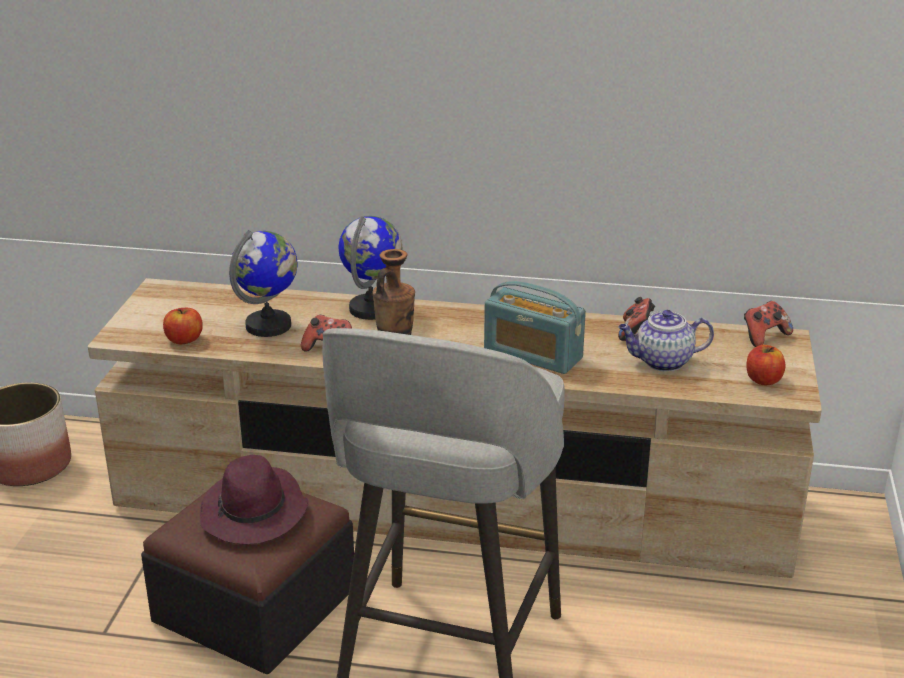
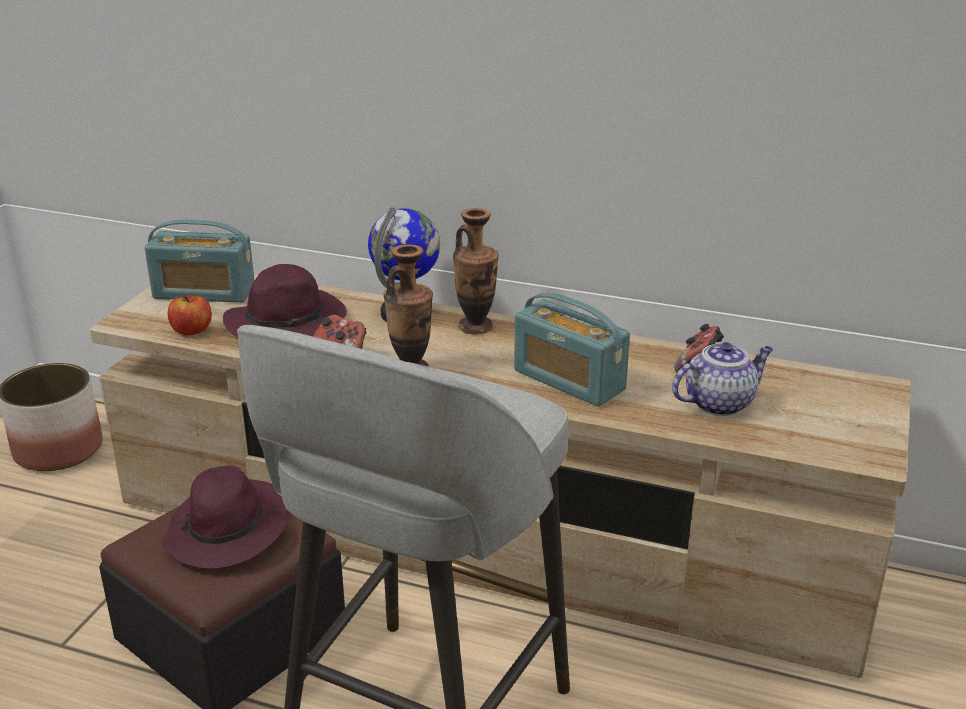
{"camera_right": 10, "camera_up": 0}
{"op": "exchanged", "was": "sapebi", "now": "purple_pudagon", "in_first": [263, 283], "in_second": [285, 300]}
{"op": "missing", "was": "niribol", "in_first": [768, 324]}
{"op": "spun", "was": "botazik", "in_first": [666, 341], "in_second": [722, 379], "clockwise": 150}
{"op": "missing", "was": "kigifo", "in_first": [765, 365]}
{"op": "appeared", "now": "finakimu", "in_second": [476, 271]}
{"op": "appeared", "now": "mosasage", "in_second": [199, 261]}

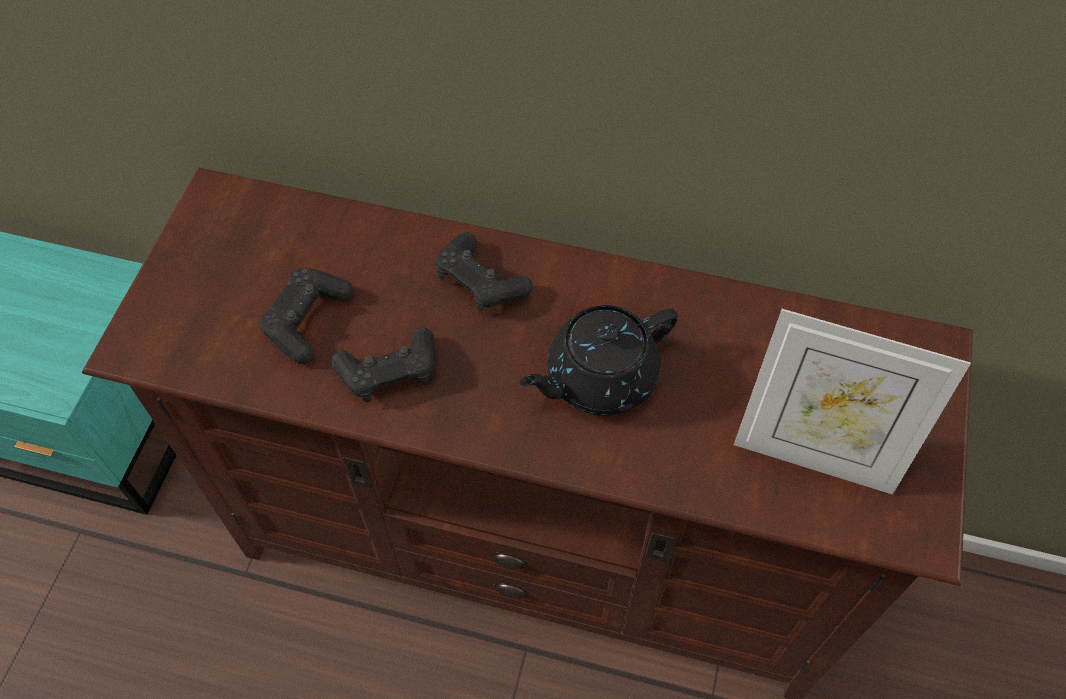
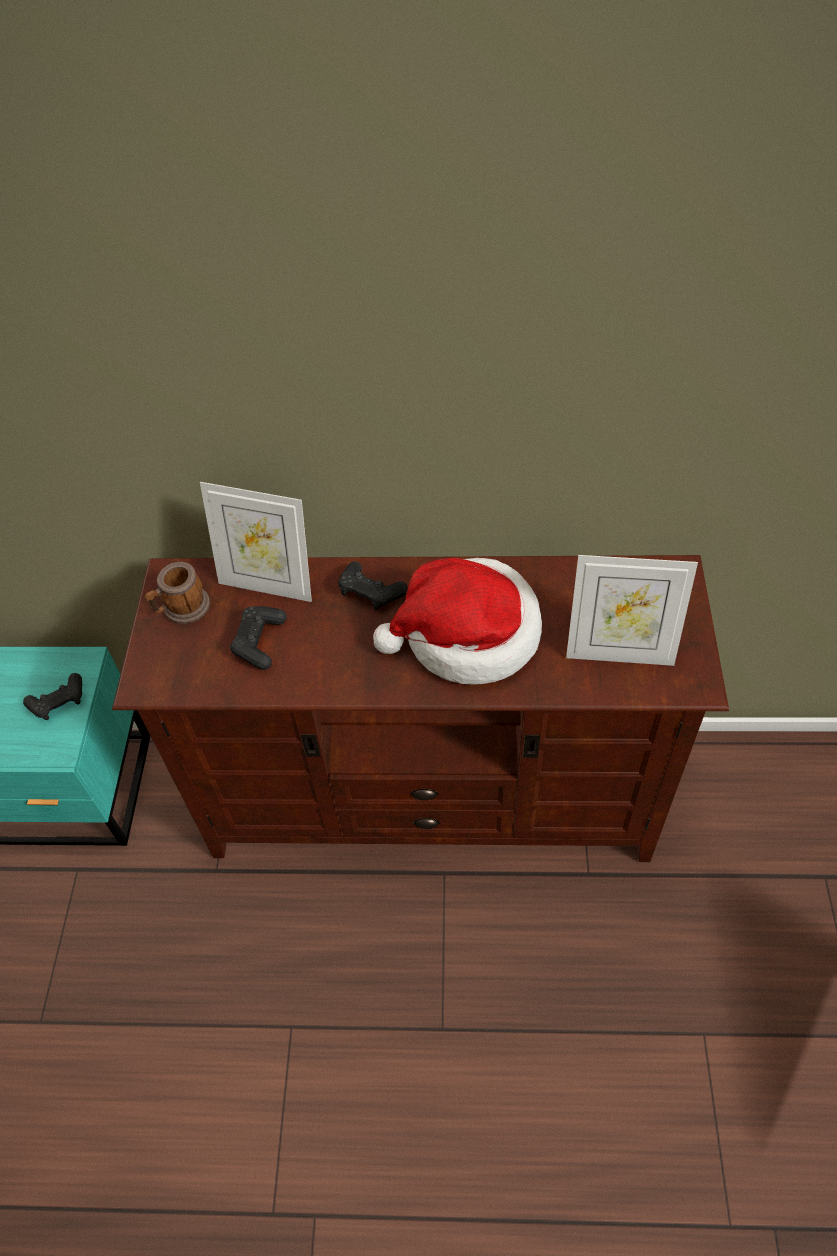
{"camera_right": -10, "camera_up": -5}
{"op": "exchanged", "was": "black_botazik", "now": "pudagon", "in_first": [598, 360], "in_second": [457, 621]}
{"op": "relocated", "was": "black_niribol", "in_first": [383, 364], "in_second": [52, 696]}
{"op": "appeared", "now": "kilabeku", "in_second": [256, 542]}
{"op": "appeared", "now": "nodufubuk", "in_second": [177, 593]}

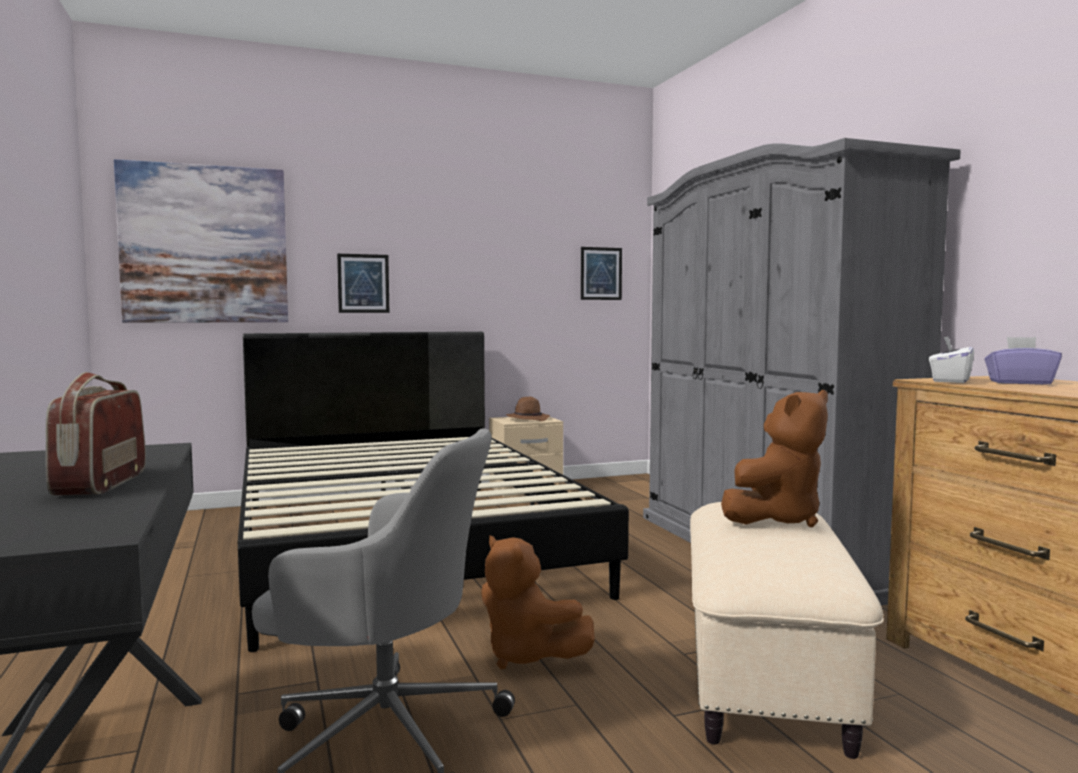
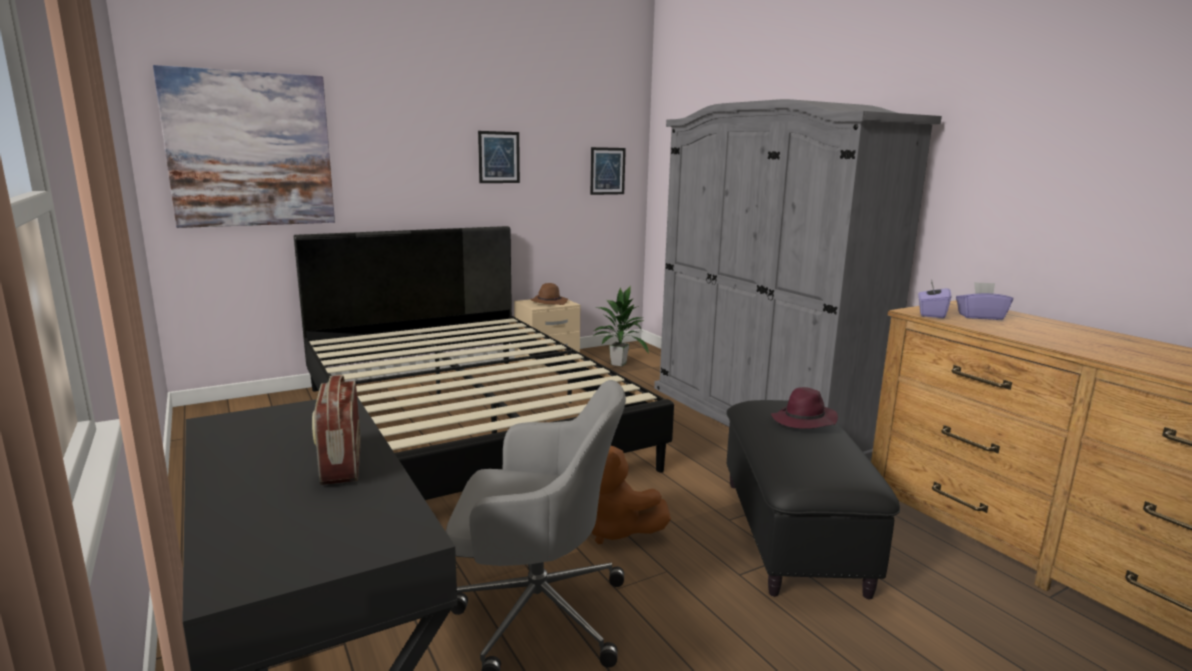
{"camera_right": -10, "camera_up": 10}
{"op": "relocated", "was": "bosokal", "in_first": [363, 283], "in_second": [499, 157]}
{"op": "colour", "was": "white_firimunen", "now": "purple_firimunen", "in_first": [951, 359], "in_second": [934, 299]}
{"op": "exchanged", "was": "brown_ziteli", "now": "purple_pudagon", "in_first": [774, 458], "in_second": [804, 408]}
{"op": "colour", "was": "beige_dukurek", "now": "black_dukurek", "in_first": [787, 630], "in_second": [813, 499]}
{"op": "appeared", "now": "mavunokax", "in_second": [621, 326]}

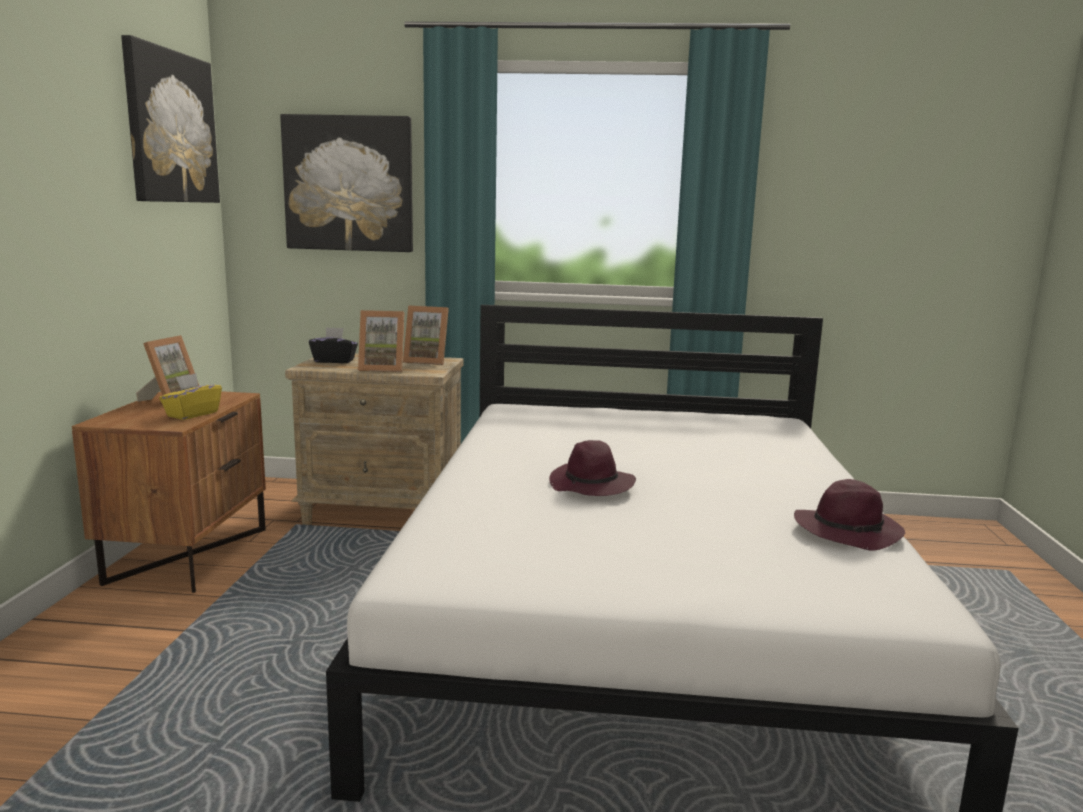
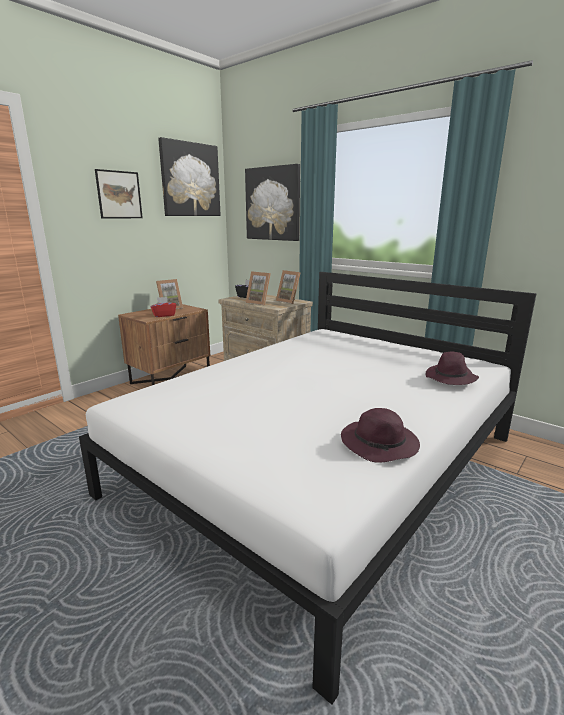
{"camera_right": 35, "camera_up": 5}
{"op": "colour", "was": "yellow_firimunen", "now": "red_firimunen", "in_first": [190, 396], "in_second": [163, 307]}
{"op": "relocated", "was": "purple_pudagon", "in_first": [592, 468], "in_second": [452, 368]}
{"op": "appeared", "now": "bosokal", "in_second": [119, 194]}

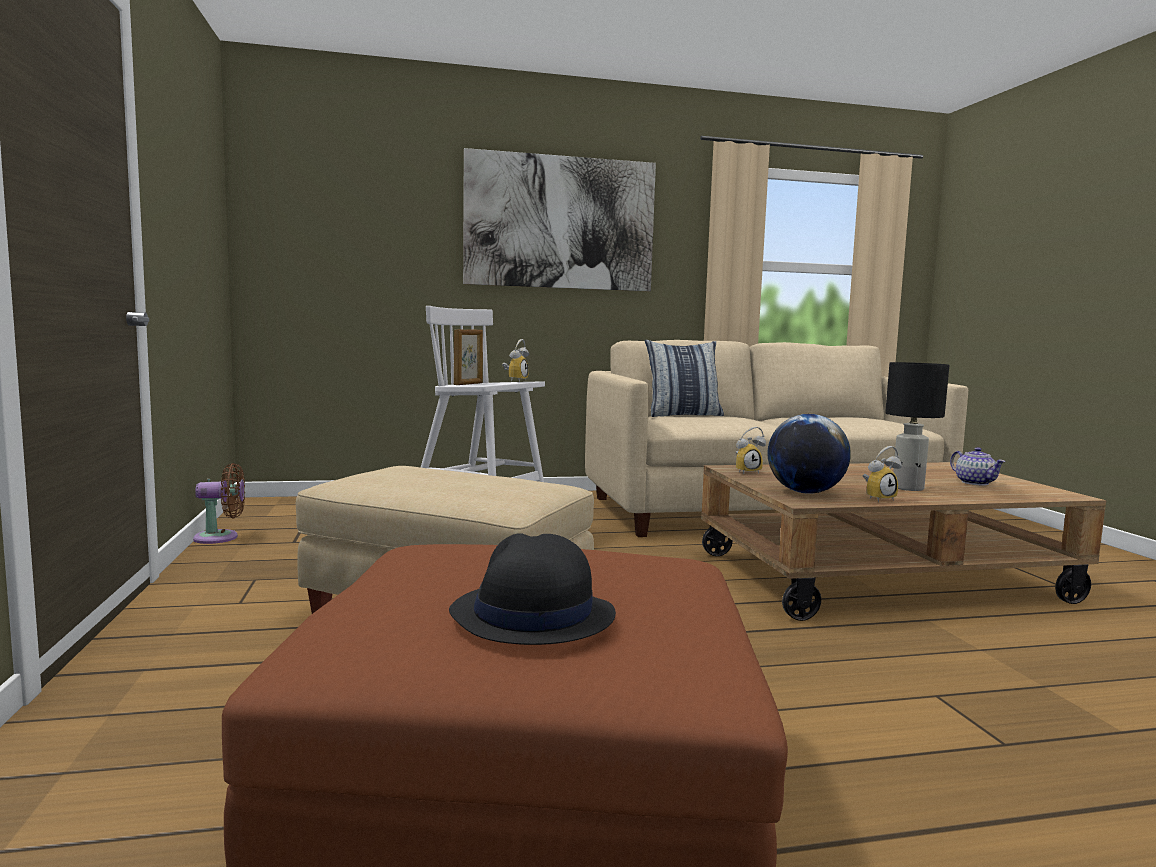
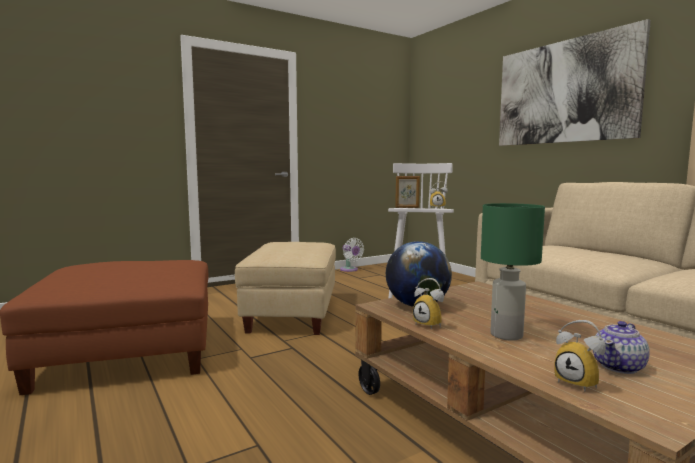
{"camera_right": 70, "camera_up": 0}
{"op": "missing", "was": "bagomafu", "in_first": [684, 378]}
{"op": "colour", "was": "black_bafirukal", "now": "green_bafirukal", "in_first": [917, 426], "in_second": [513, 271]}
{"op": "relocated", "was": "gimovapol", "in_first": [750, 450], "in_second": [580, 356]}
{"op": "colour", "was": "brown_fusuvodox", "now": "white_fusuvodox", "in_first": [219, 503], "in_second": [352, 255]}
{"op": "missing", "was": "black_pudagon", "in_first": [532, 589]}

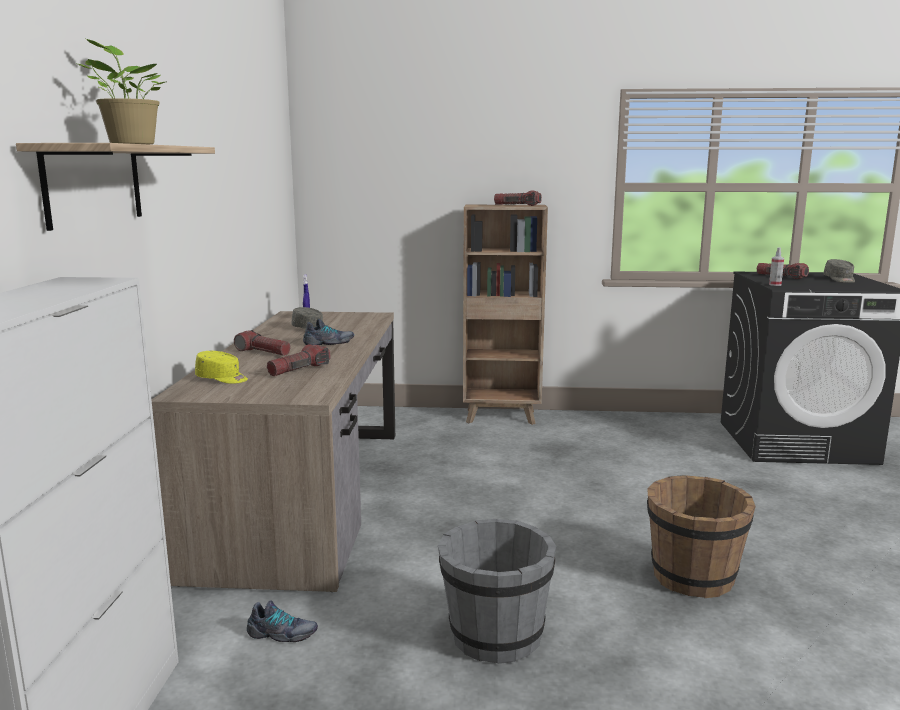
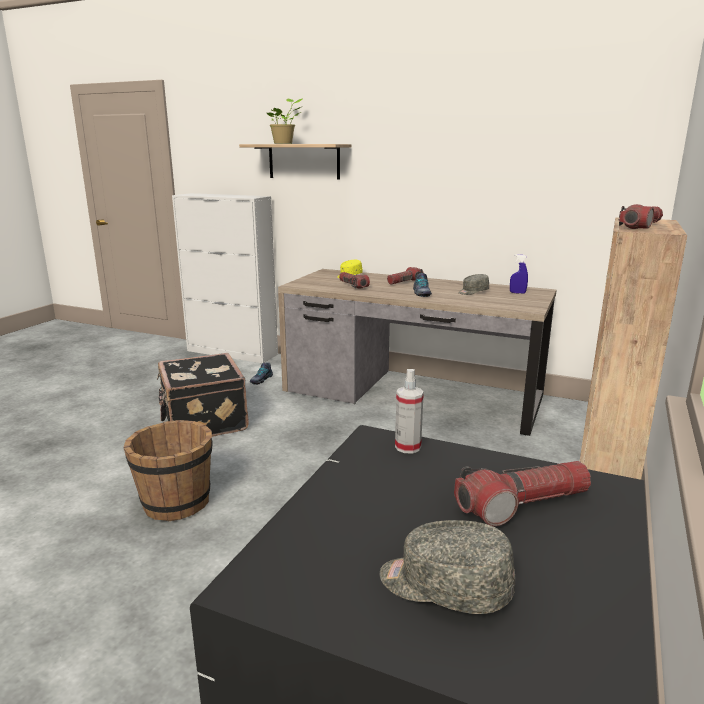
{"camera_right": 110, "camera_up": 5}
{"op": "exchanged", "was": "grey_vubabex", "now": "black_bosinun", "in_first": [497, 591], "in_second": [202, 395]}

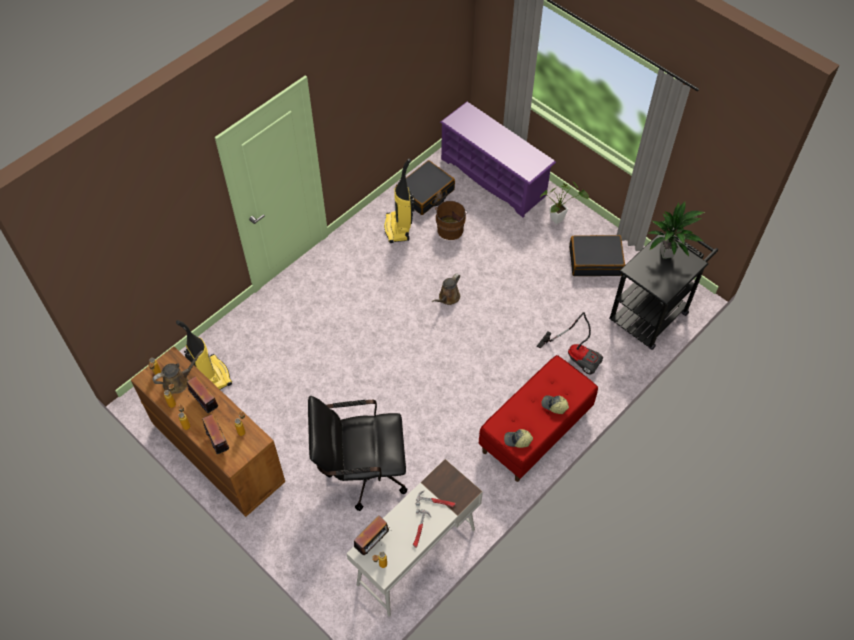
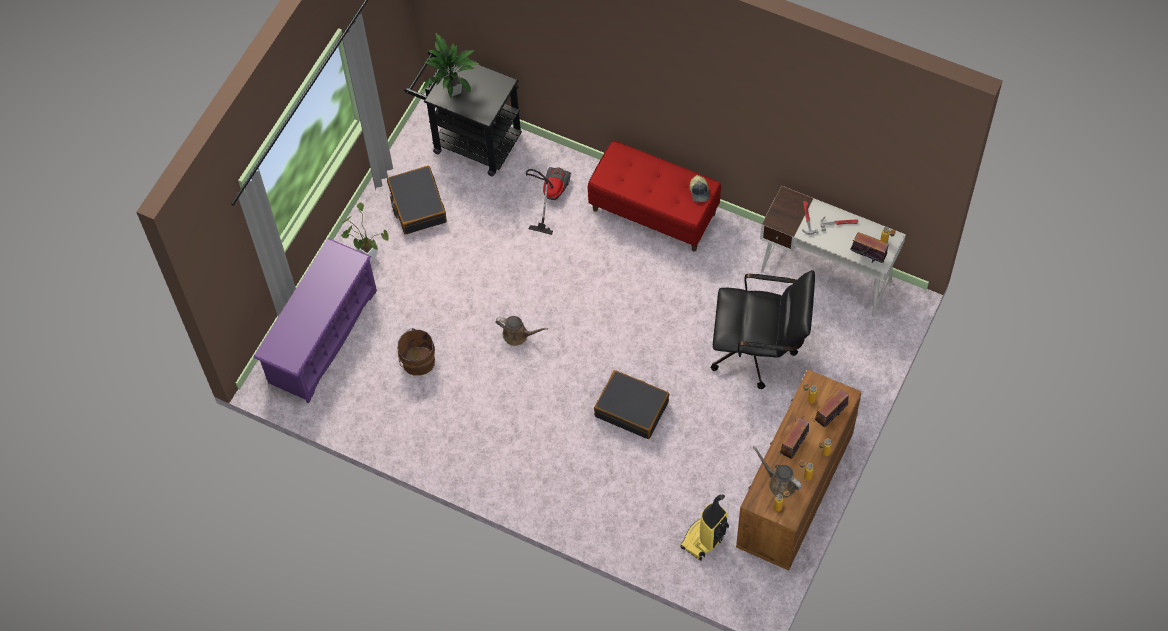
{"camera_right": -105, "camera_up": 5}
{"op": "missing", "was": "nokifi", "in_first": [399, 201]}
{"op": "relocated", "was": "black_bosinun", "in_first": [425, 187], "in_second": [632, 404]}
{"op": "missing", "was": "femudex", "in_first": [555, 404]}
{"op": "spun", "was": "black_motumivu", "in_first": [358, 453], "in_second": [762, 329], "clockwise": -60}

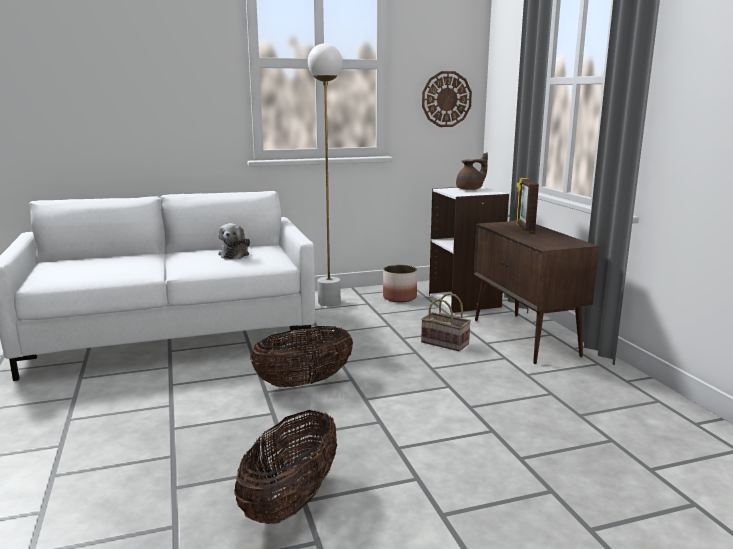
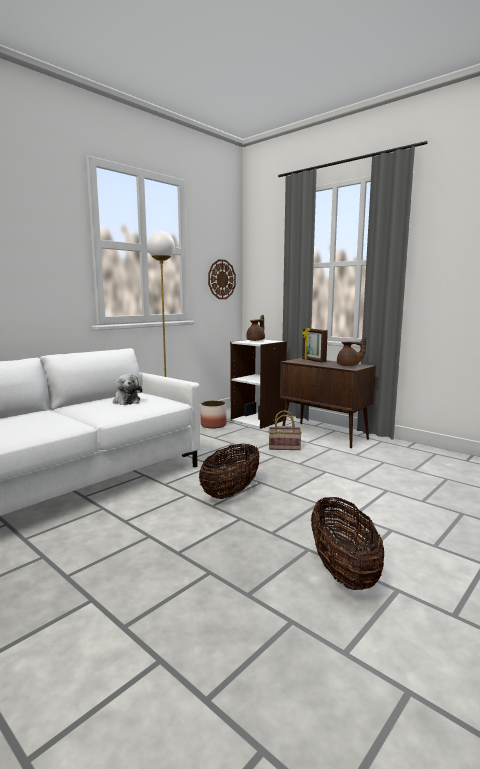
{"camera_right": -30, "camera_up": -5}
{"op": "appeared", "now": "brown_botazik", "in_second": [351, 351]}

